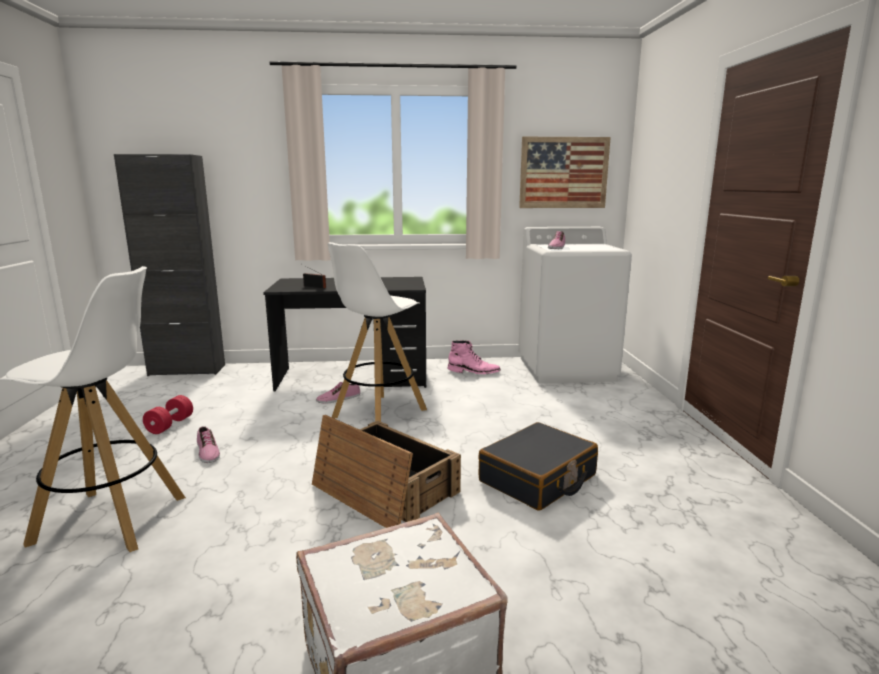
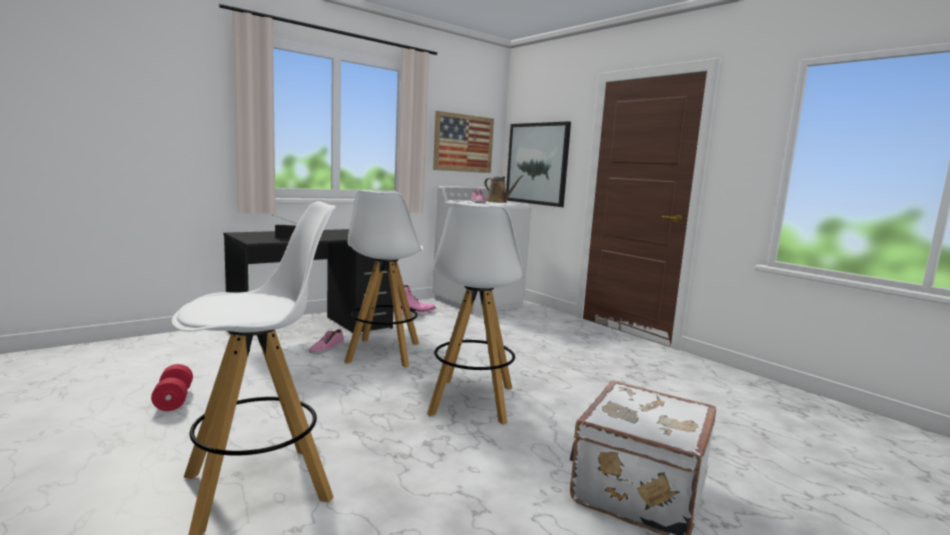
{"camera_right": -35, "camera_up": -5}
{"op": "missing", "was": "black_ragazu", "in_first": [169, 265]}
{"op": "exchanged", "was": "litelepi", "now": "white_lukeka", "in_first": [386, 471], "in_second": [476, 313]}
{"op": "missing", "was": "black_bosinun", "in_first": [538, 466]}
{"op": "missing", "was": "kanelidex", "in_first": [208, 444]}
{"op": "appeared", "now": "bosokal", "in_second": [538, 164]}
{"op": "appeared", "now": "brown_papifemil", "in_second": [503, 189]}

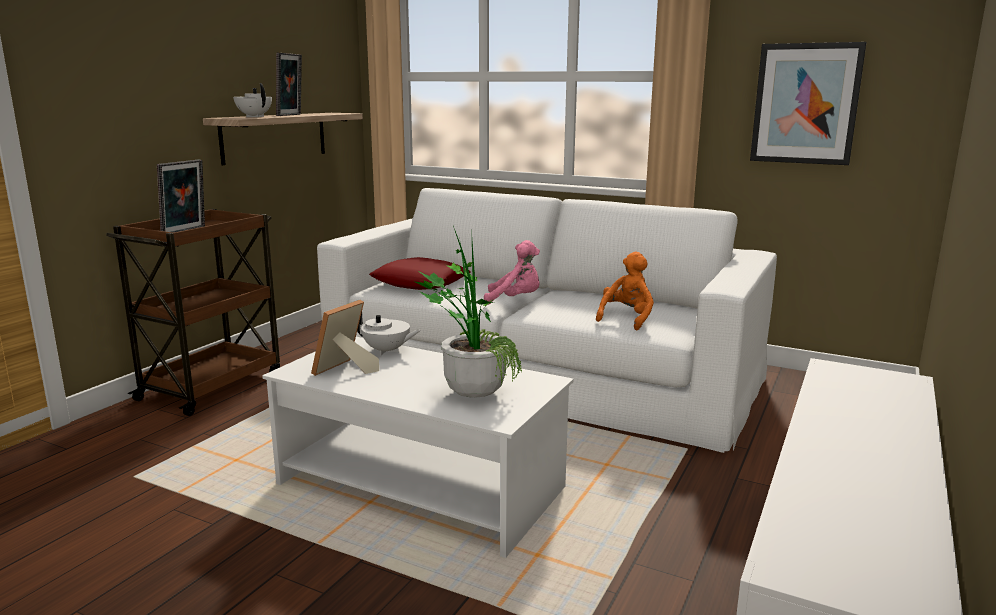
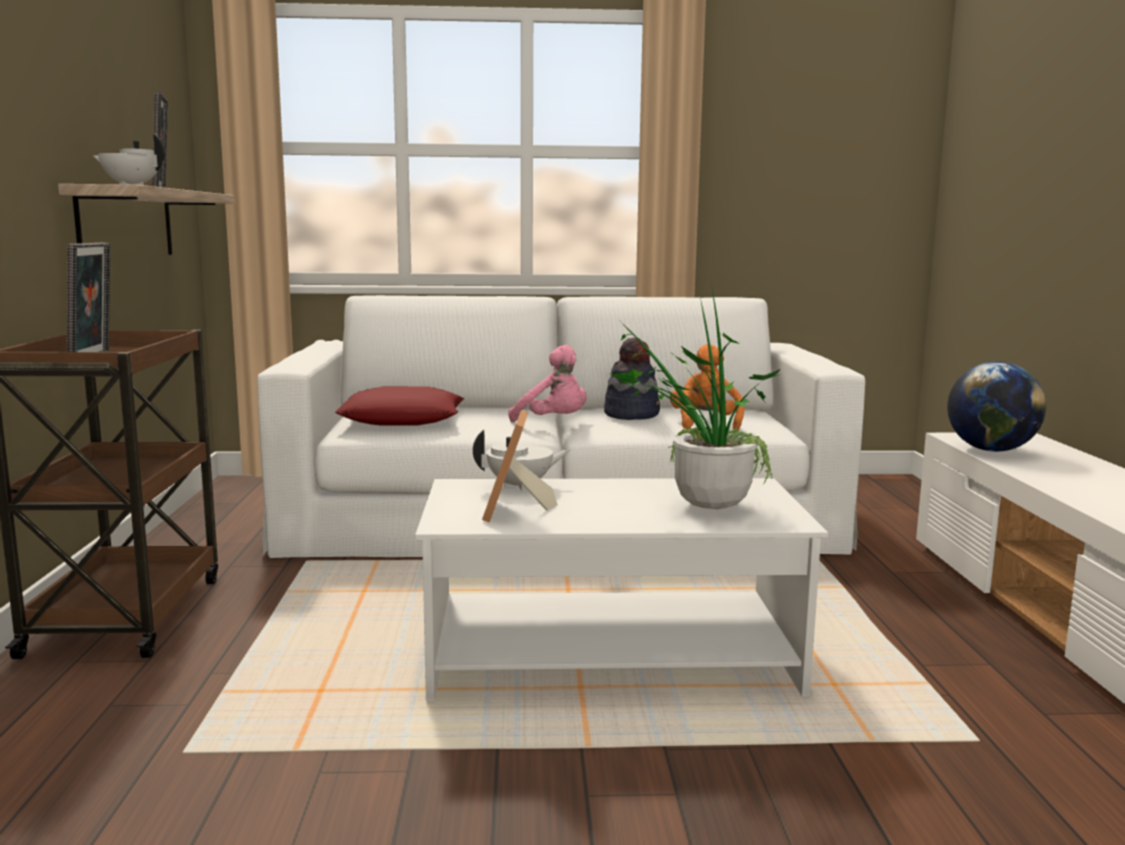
{"camera_right": -30, "camera_up": -5}
{"op": "missing", "was": "bosokal", "in_first": [808, 103]}
{"op": "spun", "was": "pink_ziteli", "in_first": [512, 272], "in_second": [547, 383], "clockwise": 60}
{"op": "appeared", "now": "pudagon", "in_second": [632, 379]}
{"op": "appeared", "now": "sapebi", "in_second": [996, 407]}

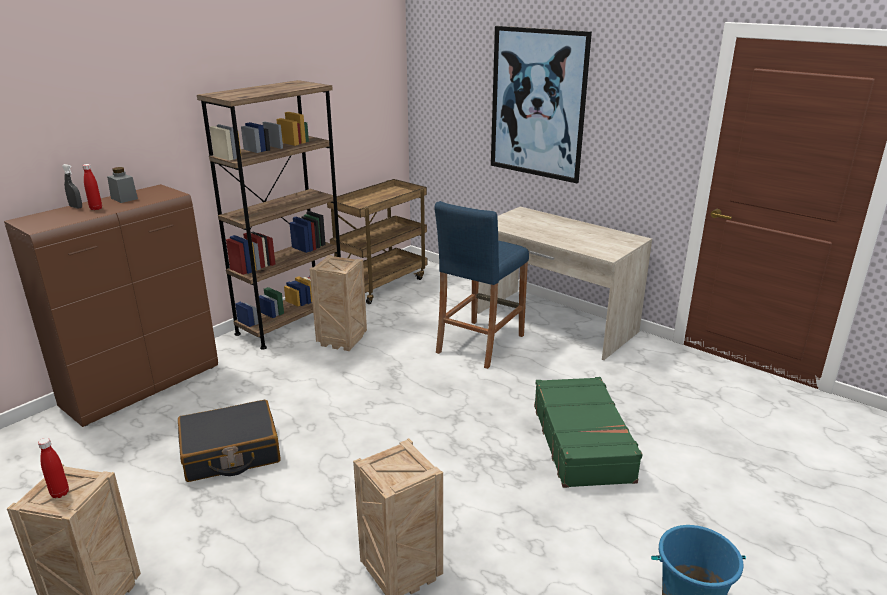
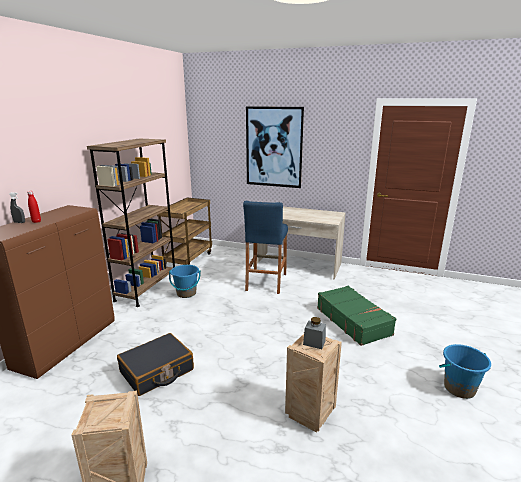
{"camera_right": -20, "camera_up": -5}
{"op": "relocated", "was": "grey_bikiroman", "in_first": [122, 185], "in_second": [314, 333]}
{"op": "exchanged", "was": "litelepi", "now": "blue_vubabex", "in_first": [338, 303], "in_second": [185, 281]}
{"op": "missing", "was": "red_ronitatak", "in_first": [53, 468]}

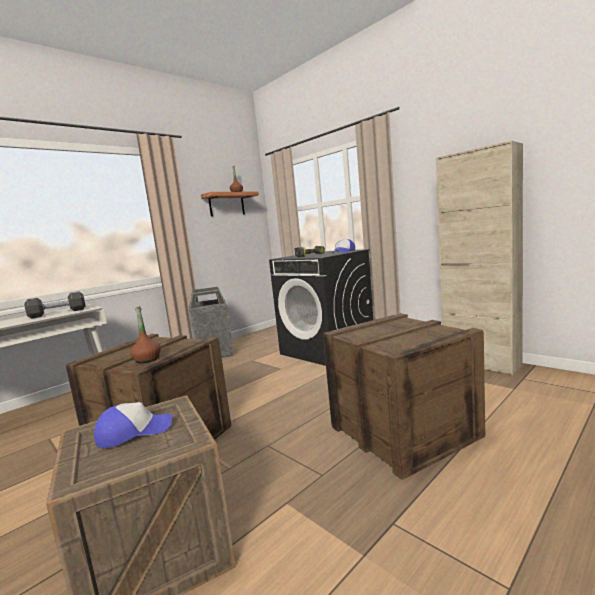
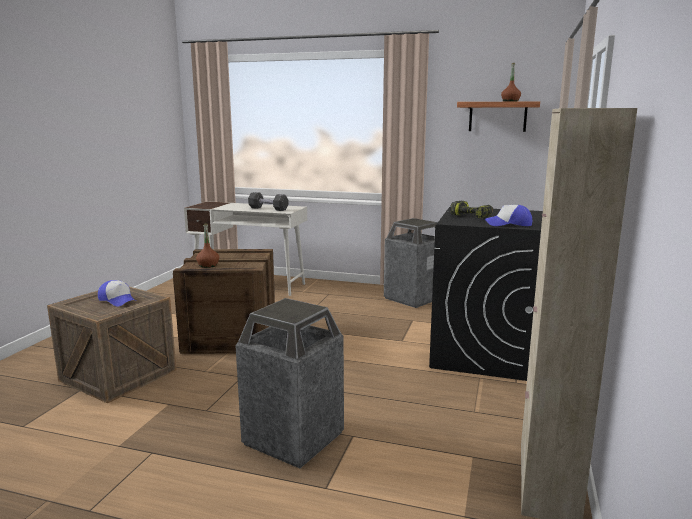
{"camera_right": 60, "camera_up": 5}
{"op": "exchanged", "was": "litelepi", "now": "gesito", "in_first": [404, 396], "in_second": [289, 383]}

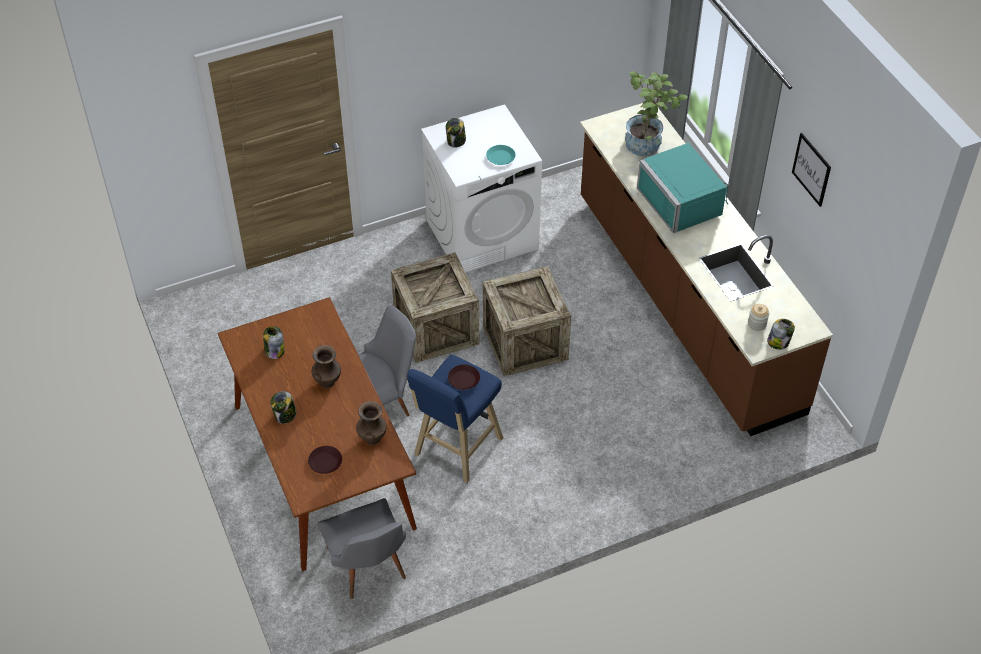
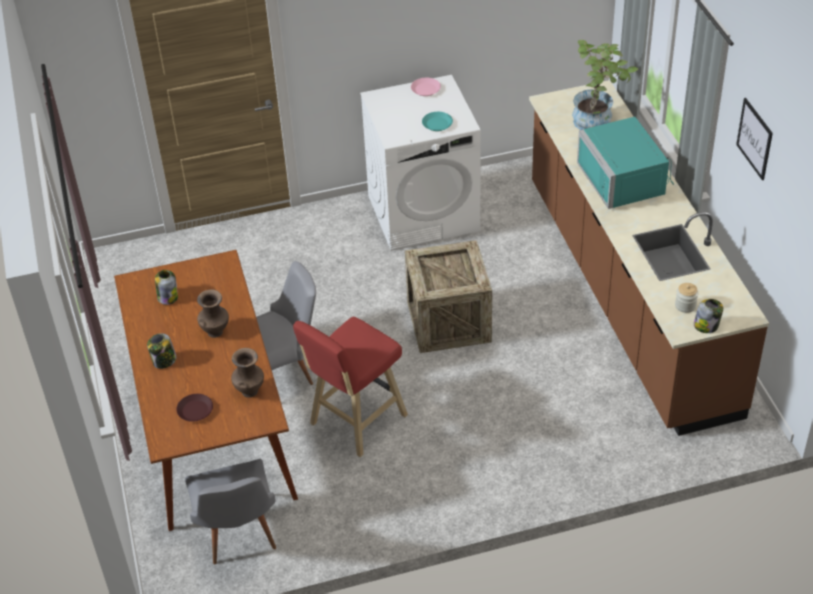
{"camera_right": 10, "camera_up": -5}
{"op": "missing", "was": "bikiroman", "in_first": [456, 133]}
{"op": "missing", "was": "litelepi", "in_first": [435, 307]}
{"op": "colour", "was": "blue_lukeka", "now": "red_lukeka", "in_first": [455, 419], "in_second": [350, 387]}
{"op": "missing", "was": "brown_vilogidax", "in_first": [464, 377]}
{"op": "appeared", "now": "pink_vilogidax", "in_second": [426, 87]}

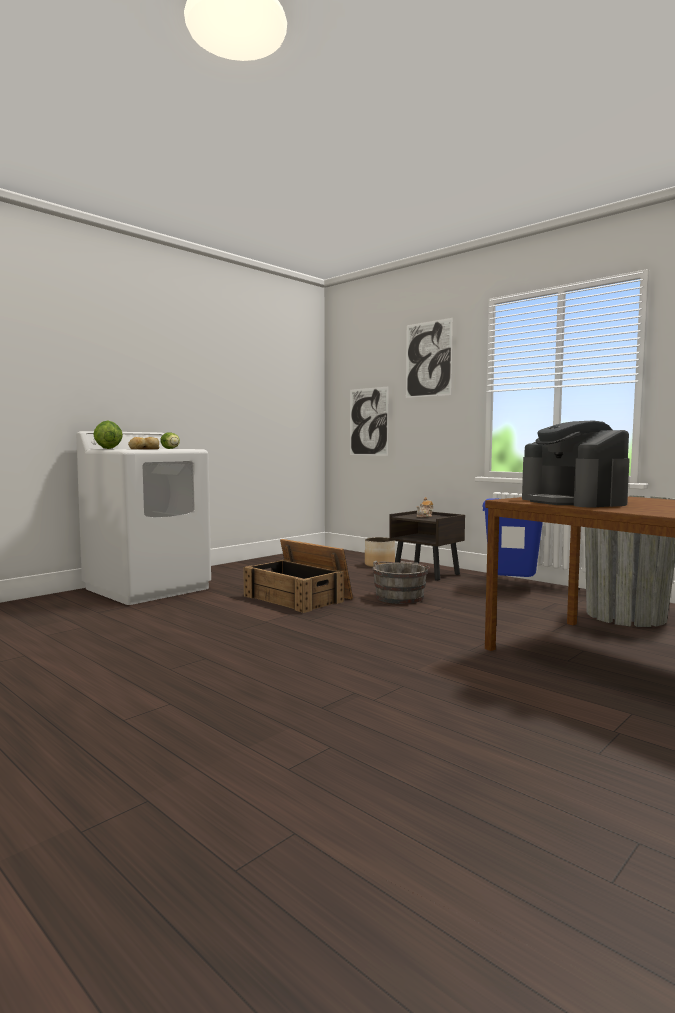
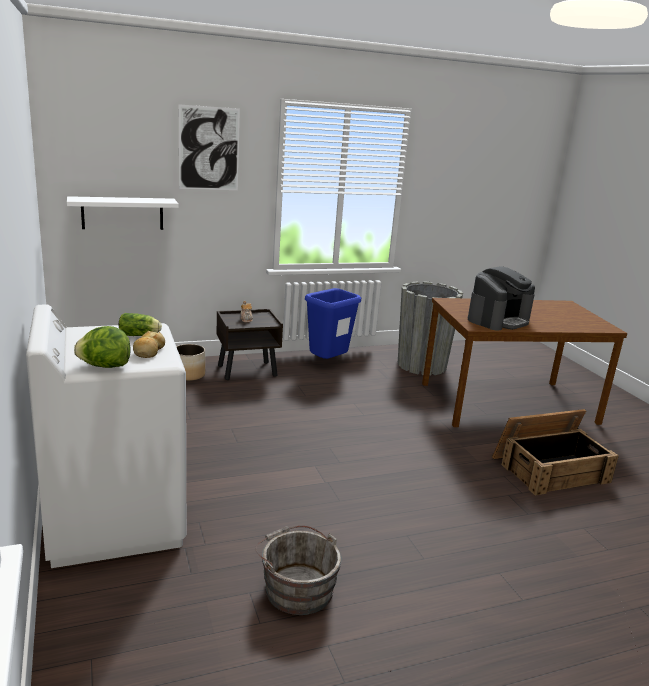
{"camera_right": -65, "camera_up": 15}
{"op": "exchanged", "was": "bosokal", "now": "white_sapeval", "in_first": [369, 421], "in_second": [123, 213]}
{"op": "spun", "was": "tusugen", "in_first": [576, 464], "in_second": [501, 298], "clockwise": -45}
{"op": "relocated", "was": "litelepi", "in_first": [298, 576], "in_second": [555, 452]}
{"op": "relocated", "was": "grey_vubabex", "in_first": [401, 582], "in_second": [298, 570]}

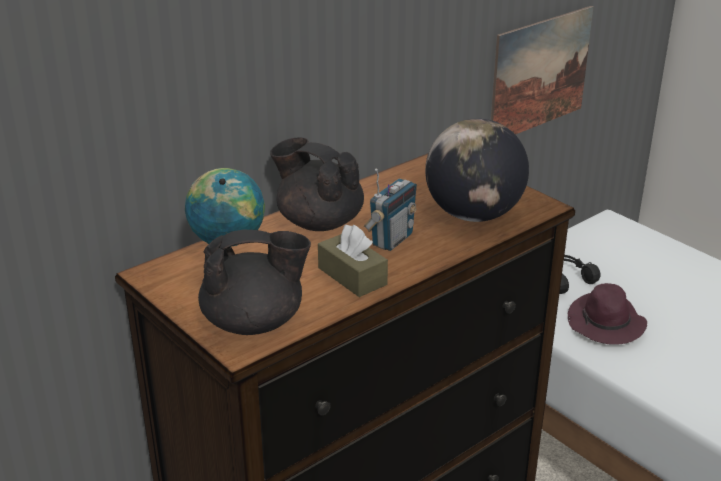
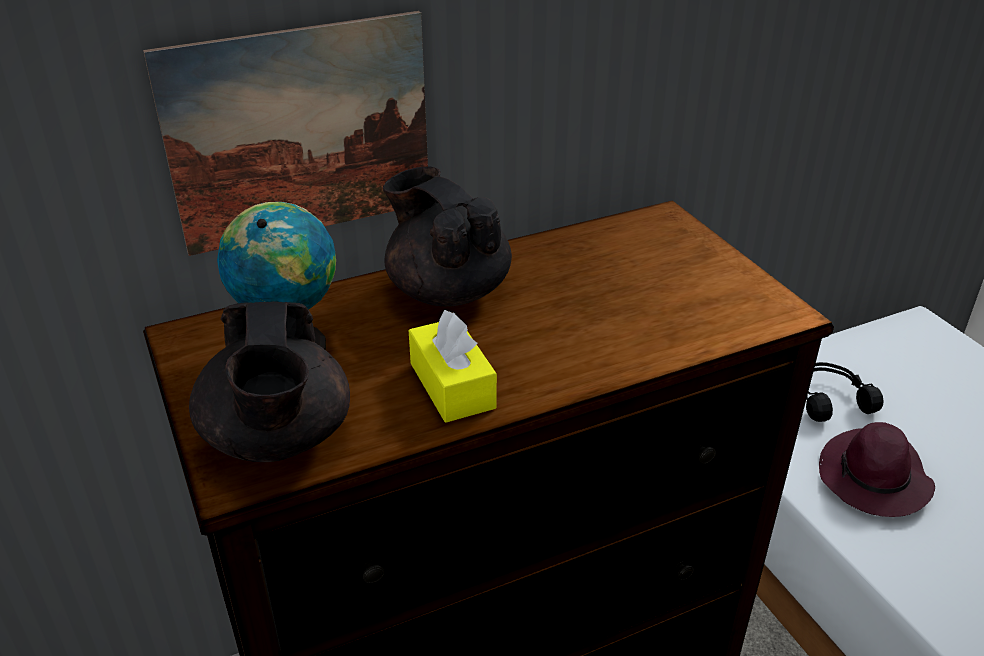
{"camera_right": 15, "camera_up": 5}
{"op": "relocated", "was": "bosokal", "in_first": [542, 70], "in_second": [285, 133]}
{"op": "missing", "was": "sapebi", "in_first": [477, 170]}
{"op": "missing", "was": "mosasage", "in_first": [390, 210]}
{"op": "colour", "was": "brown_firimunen", "now": "yellow_firimunen", "in_first": [353, 261], "in_second": [453, 366]}
{"op": "spun", "was": "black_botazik", "in_first": [254, 282], "in_second": [269, 381], "clockwise": 75}

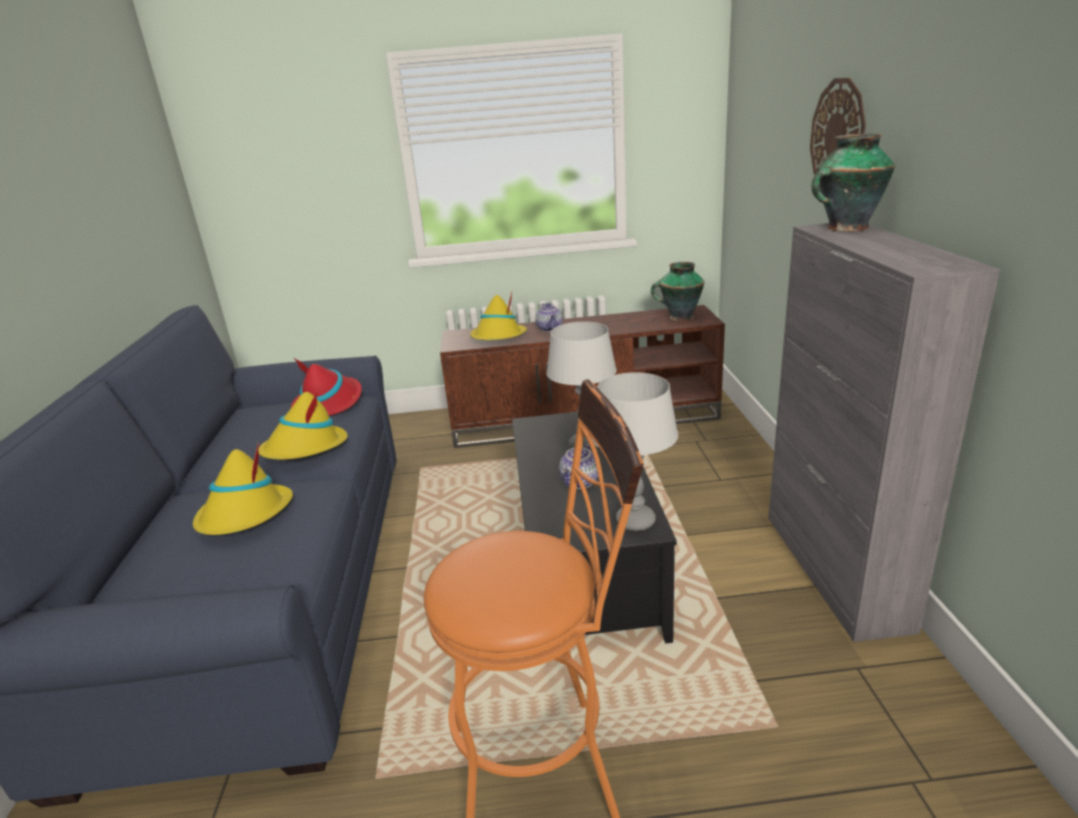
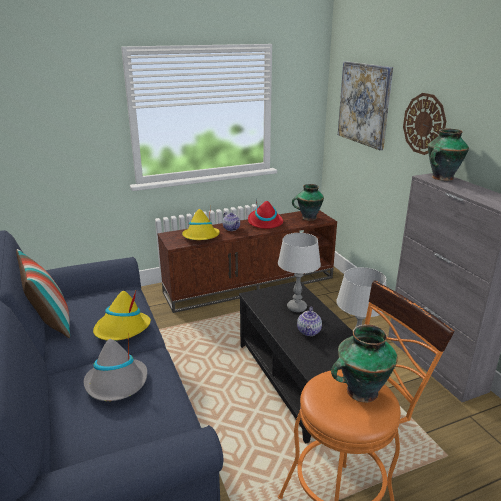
{"camera_right": -20, "camera_up": 0}
{"op": "relocated", "was": "red_pudagon", "in_first": [326, 387], "in_second": [265, 214]}
{"op": "colour", "was": "yellow_pudagon", "now": "grey_pudagon", "in_first": [243, 488], "in_second": [115, 369]}
{"op": "appeared", "now": "bosokal", "in_second": [365, 105]}
{"op": "appeared", "now": "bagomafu", "in_second": [43, 293]}
{"op": "appeared", "now": "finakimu", "in_second": [364, 363]}

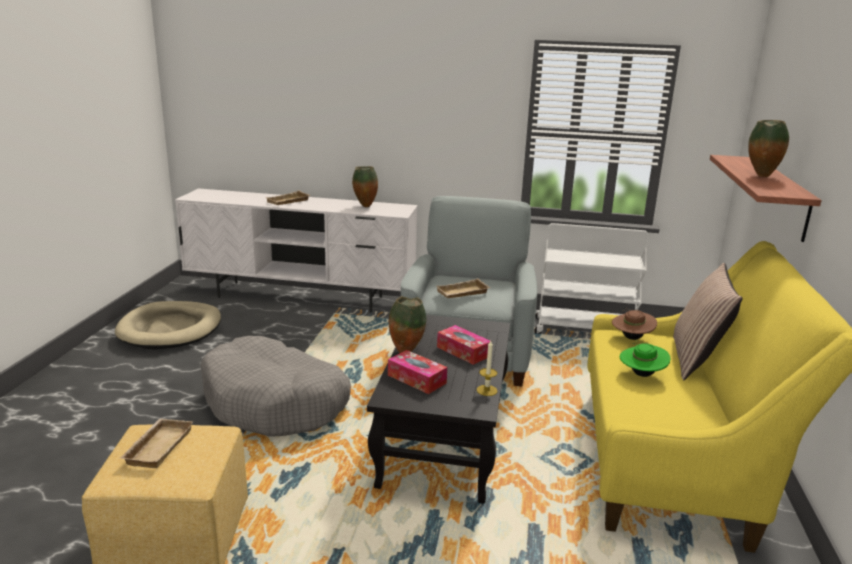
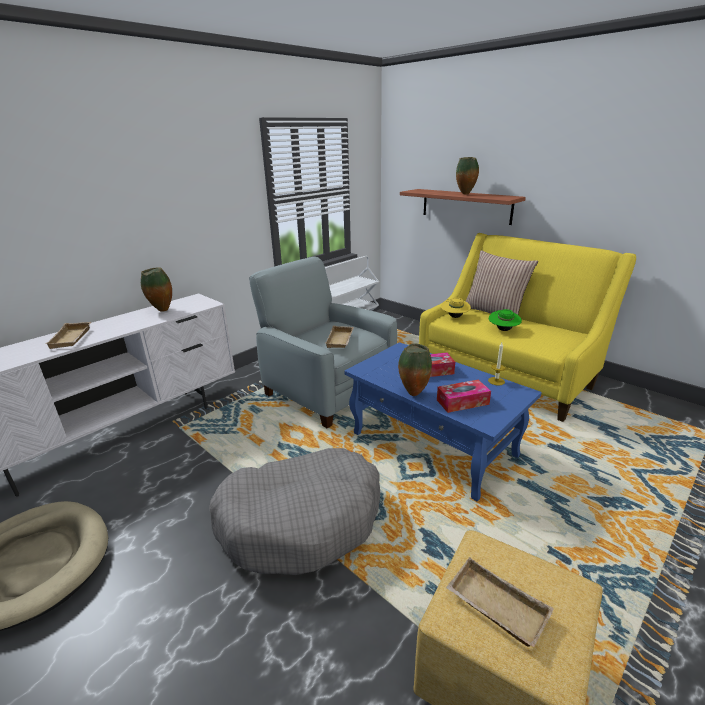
{"camera_right": -55, "camera_up": 5}
{"op": "colour", "was": "brown_pudagon", "now": "yellow_pudagon", "in_first": [634, 323], "in_second": [456, 308]}
{"op": "colour", "was": "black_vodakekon", "now": "blue_vodakekon", "in_first": [438, 409], "in_second": [443, 421]}

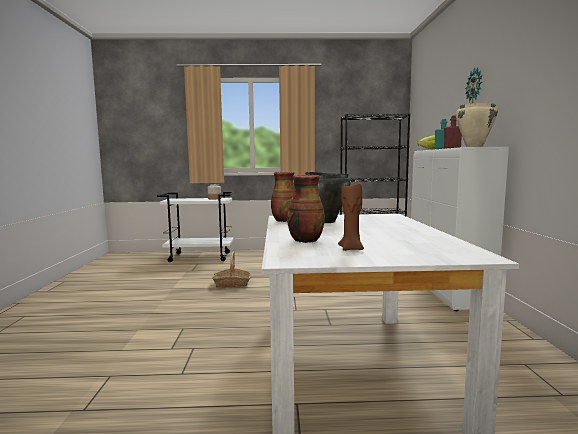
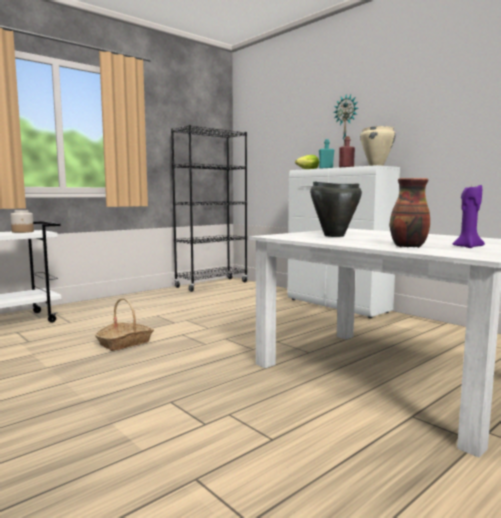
{"camera_right": -40, "camera_up": 0}
{"op": "missing", "was": "finakimu", "in_first": [282, 197]}
{"op": "colour", "was": "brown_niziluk", "now": "purple_niziluk", "in_first": [351, 217], "in_second": [468, 216]}

